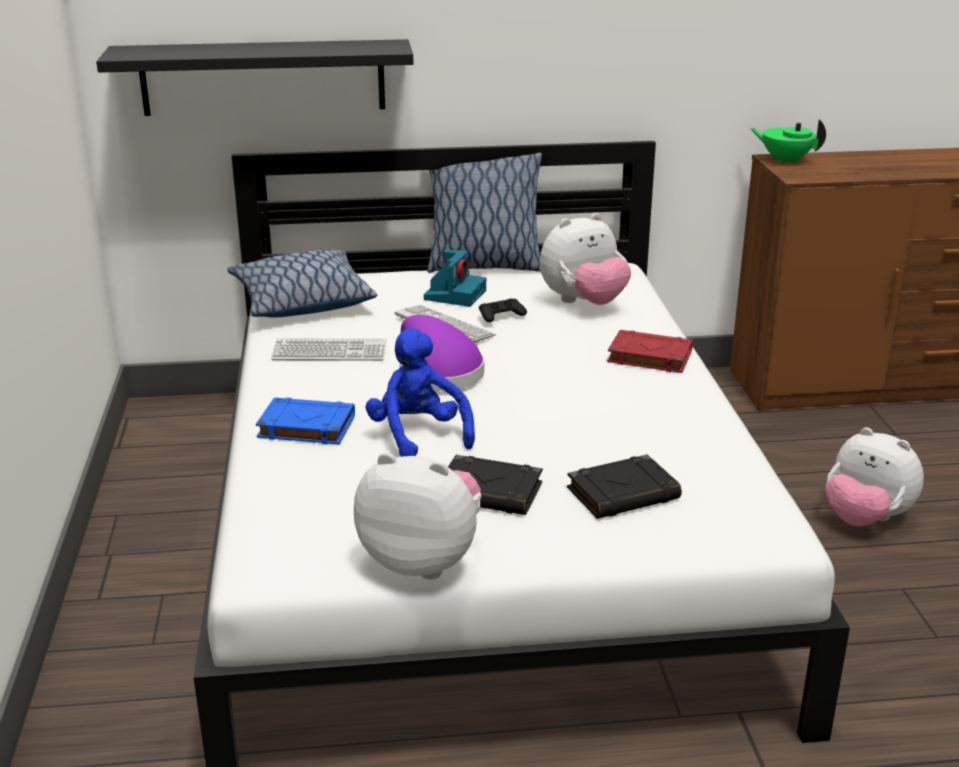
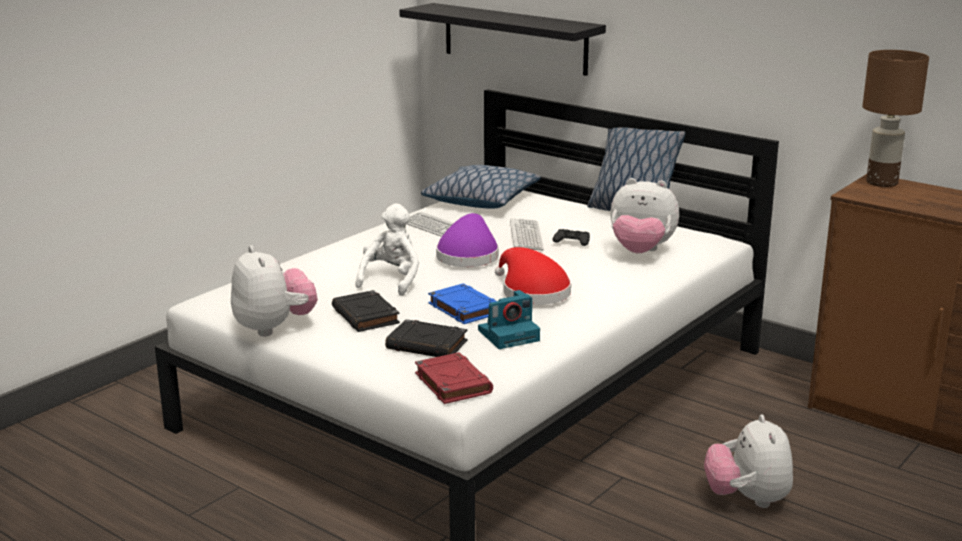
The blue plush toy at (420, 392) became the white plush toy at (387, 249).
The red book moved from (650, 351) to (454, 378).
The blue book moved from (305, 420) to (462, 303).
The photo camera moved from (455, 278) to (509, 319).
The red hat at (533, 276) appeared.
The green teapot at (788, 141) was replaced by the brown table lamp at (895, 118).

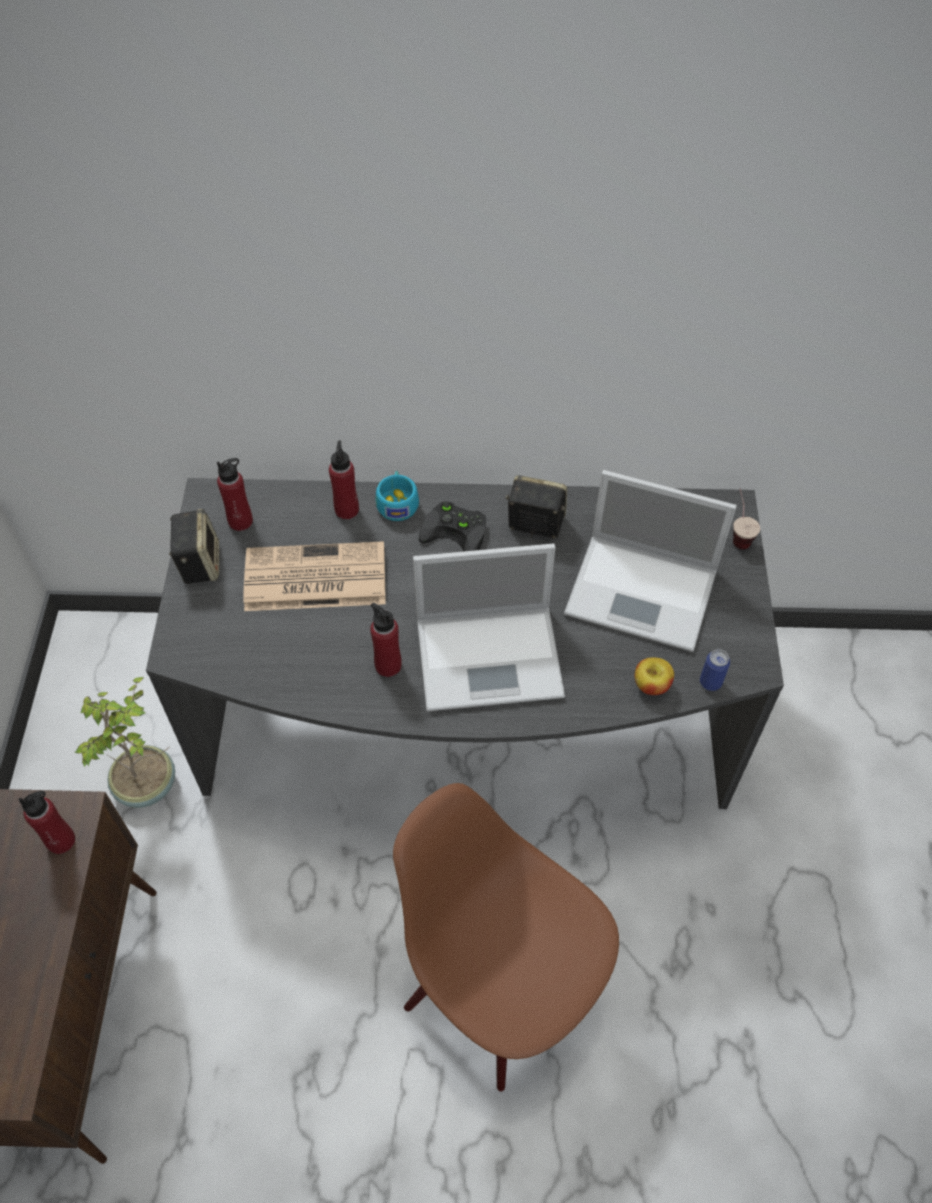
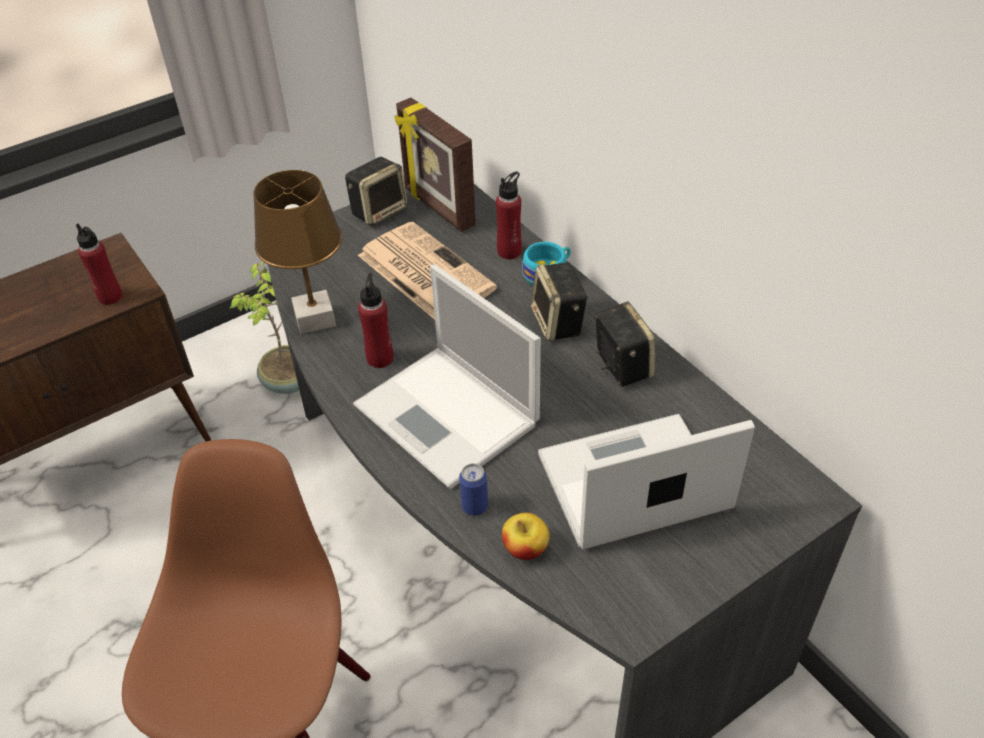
The brown table lamp at (297, 252) appeared.
The red bottle at (235, 494) was replaced by the picture frame at (435, 165).
The can moved from (715, 670) to (473, 489).
The black game controller at (452, 526) was replaced by the speaker at (559, 301).
The laptop at (650, 561) turned 90 degrees clockwise.
The cup at (746, 519) disappeared.

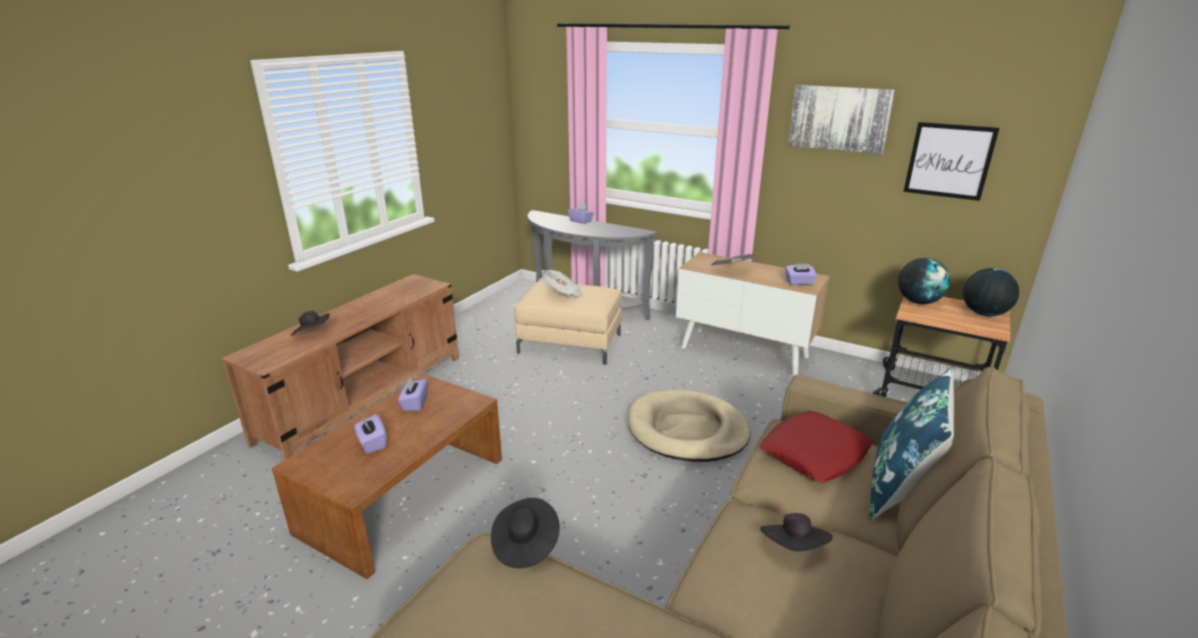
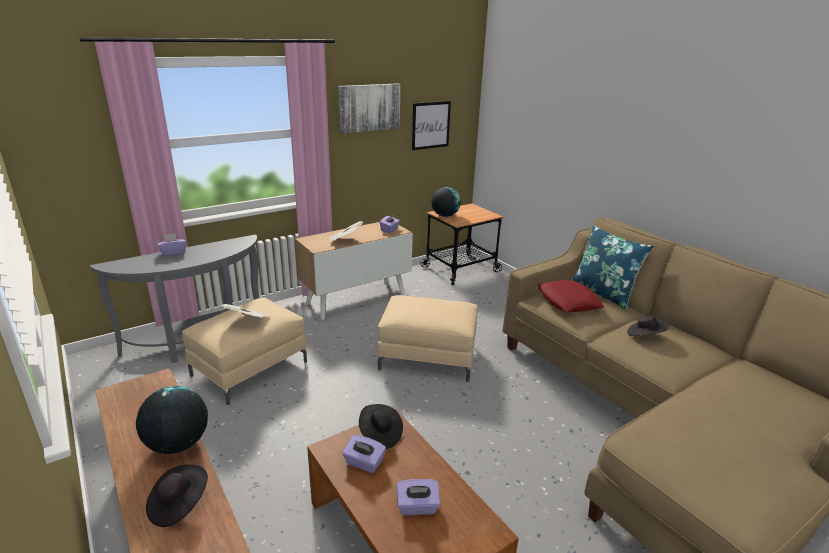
The globe moved from (991, 292) to (172, 420).
The black hat moved from (525, 533) to (381, 426).
The beige dog bed at (689, 425) was replaced by the beige ottoman at (427, 338).

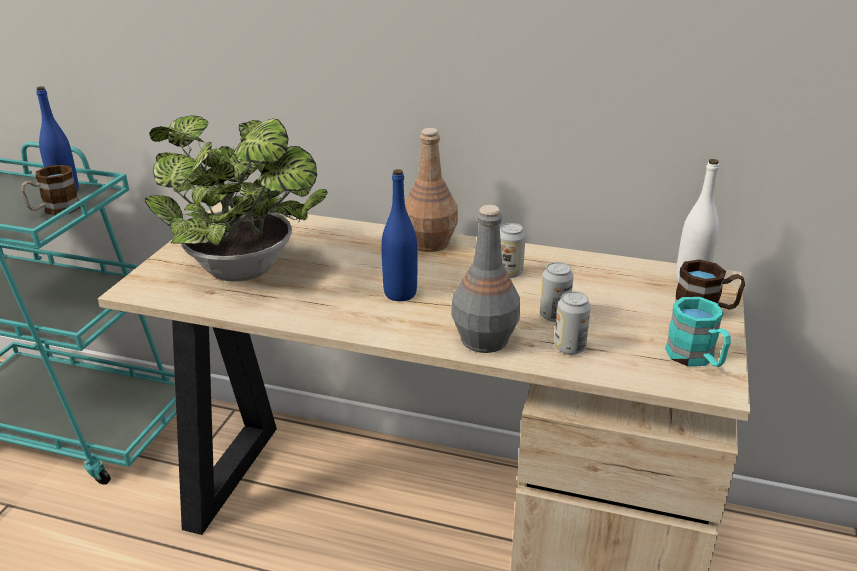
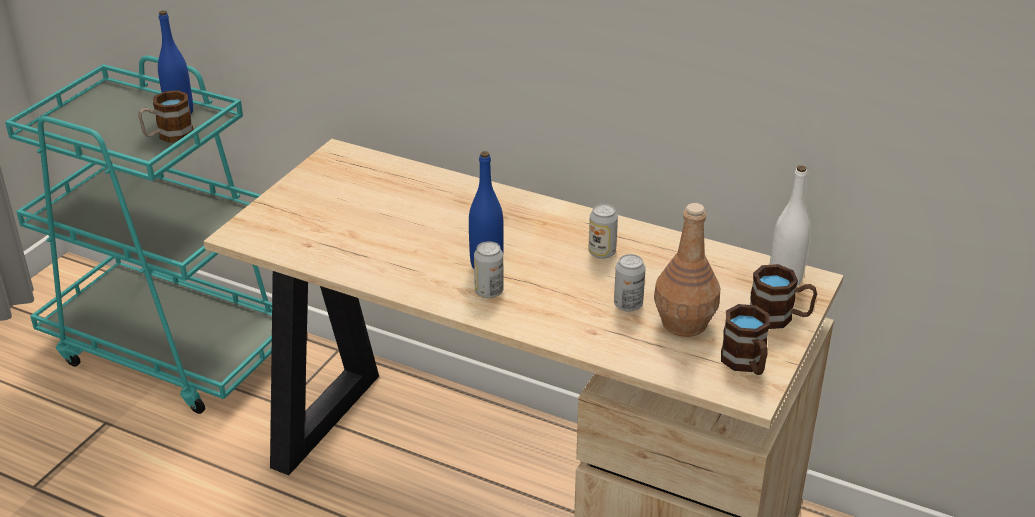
The can moved from (572, 323) to (489, 269).
The brown bottle moved from (431, 190) to (687, 270).
The turquoise mug at (698, 332) became the brown mug at (745, 339).
The potted plant at (236, 198) disappeared.
The grey bottle at (485, 279) disappeared.

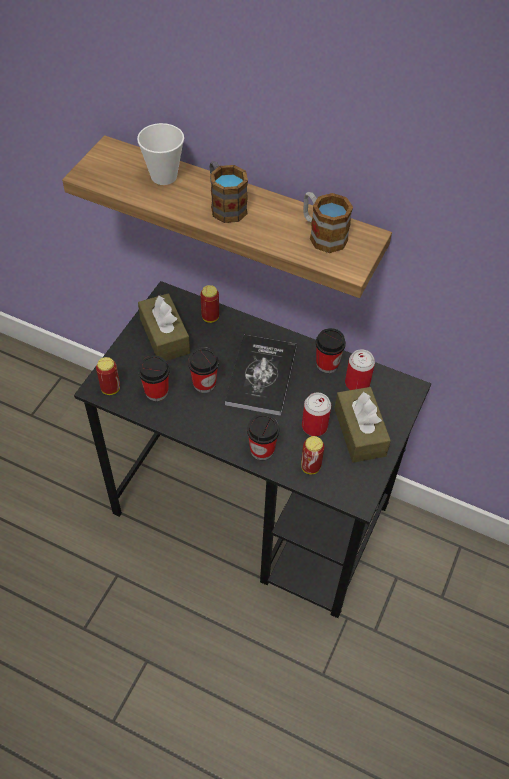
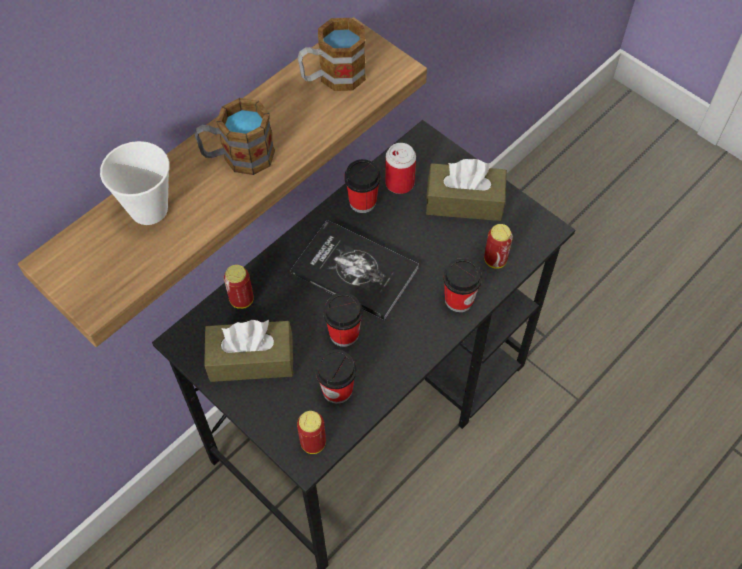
The can at (316, 414) disappeared.

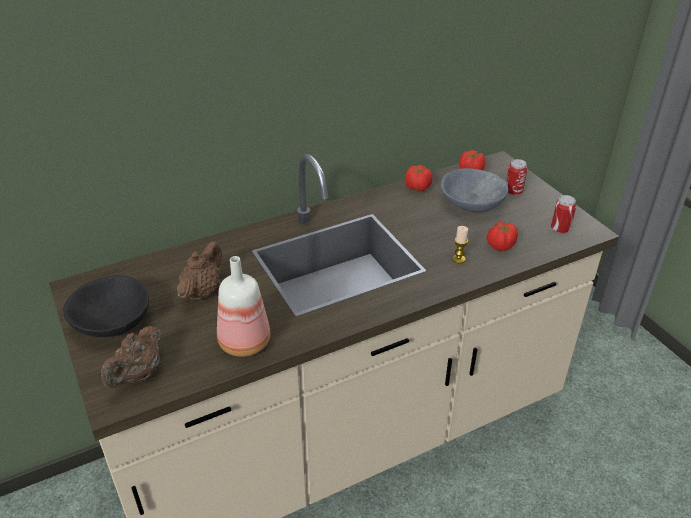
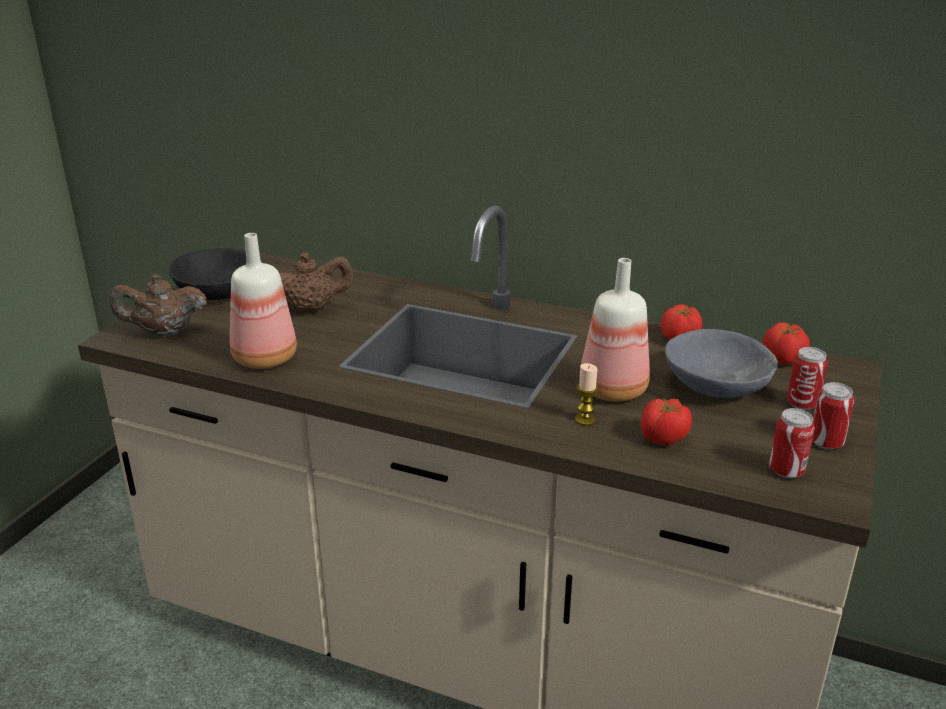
The bottle at (615, 330) appeared.
The can at (833, 416) appeared.

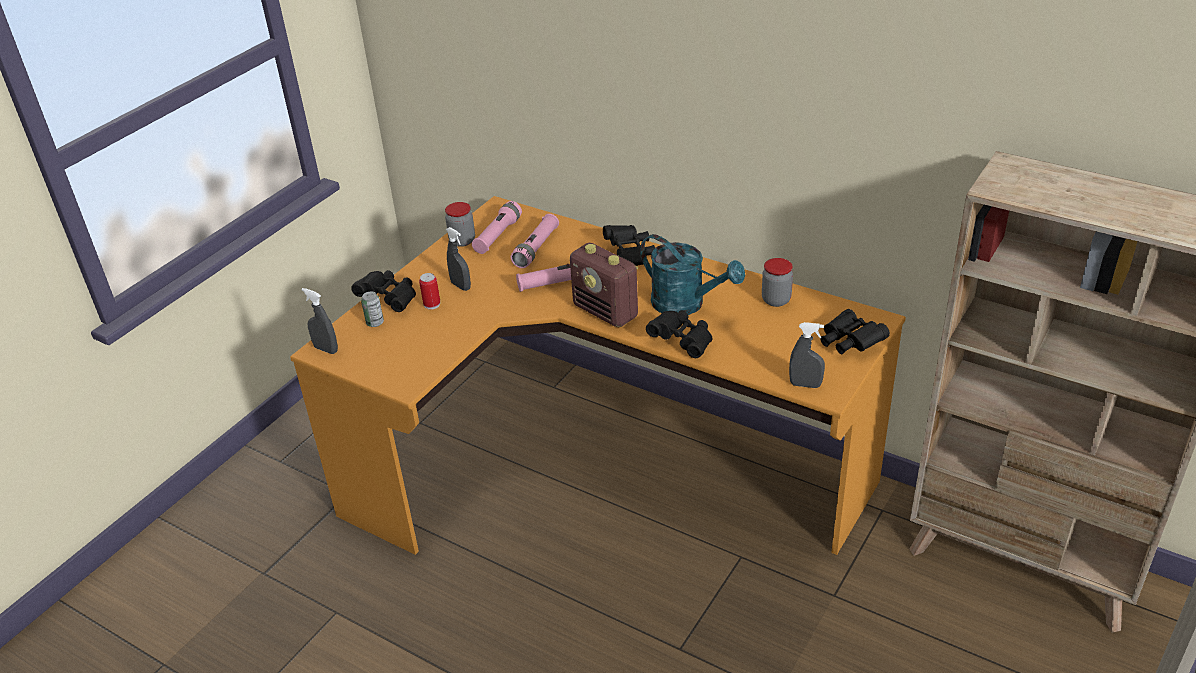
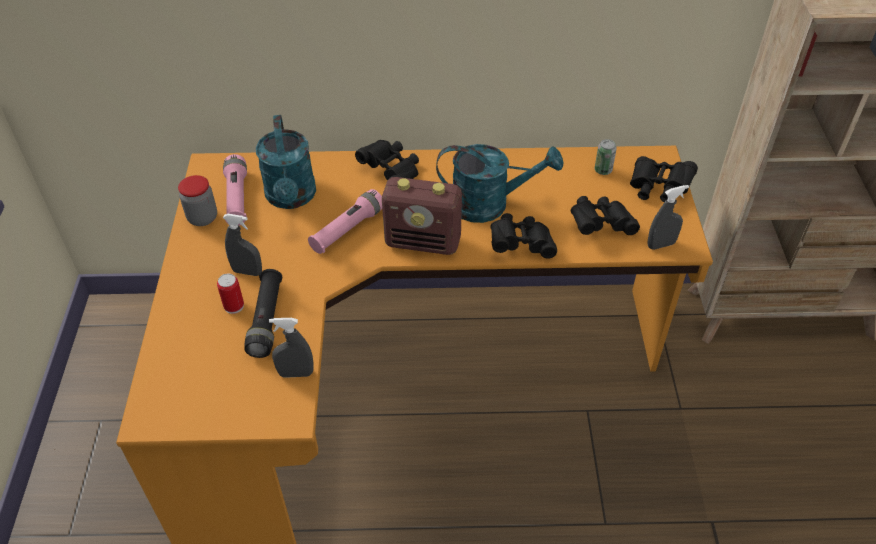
The black flashlight at (263, 313) appeared.
The pink flashlight at (535, 241) was replaced by the turquoise watering can at (286, 162).
The grey spray bottle moved from (319, 321) to (291, 348).
The black binoculars moved from (383, 291) to (605, 215).
The can moved from (372, 309) to (606, 157).
The jar at (777, 282) disappeared.

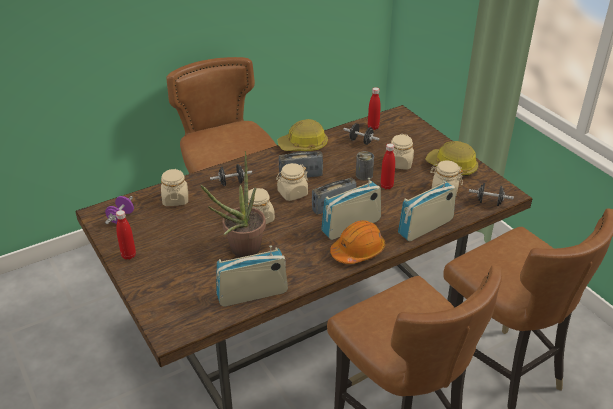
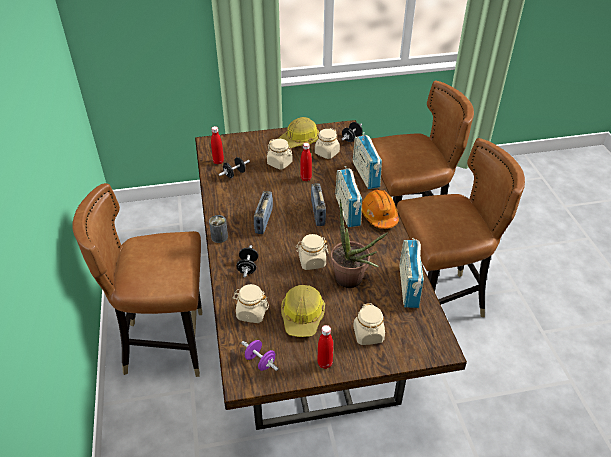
The can moved from (365, 165) to (218, 229).
The hard hat moved from (302, 135) to (303, 311).
The beige jar moved from (292, 182) to (369, 324).

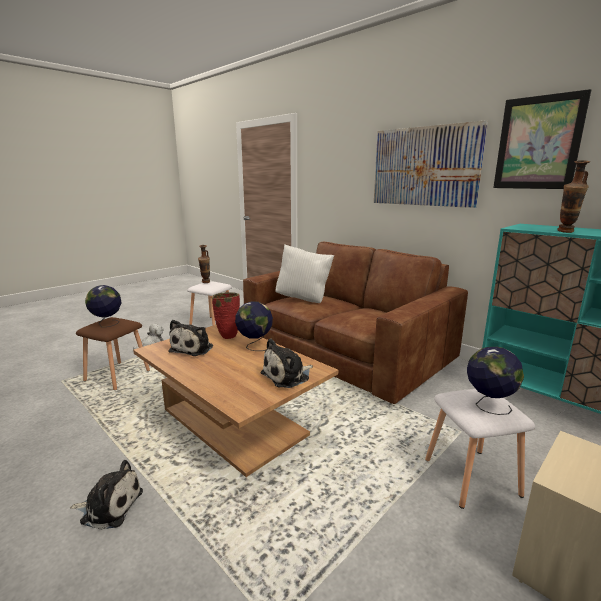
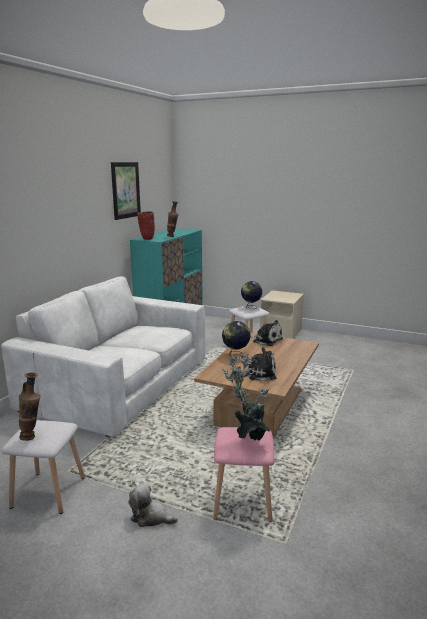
The brown sofa at (355, 323) became the white sofa at (103, 356).
The red vase moved from (226, 315) to (146, 225).
The brown stool at (113, 353) became the pink stool at (244, 474).
The globe at (103, 306) was replaced by the potted plant at (246, 397).
The plush toy at (106, 495) disappeared.
The white pillow at (304, 273) disappeared.
The picture at (431, 164) disappeared.

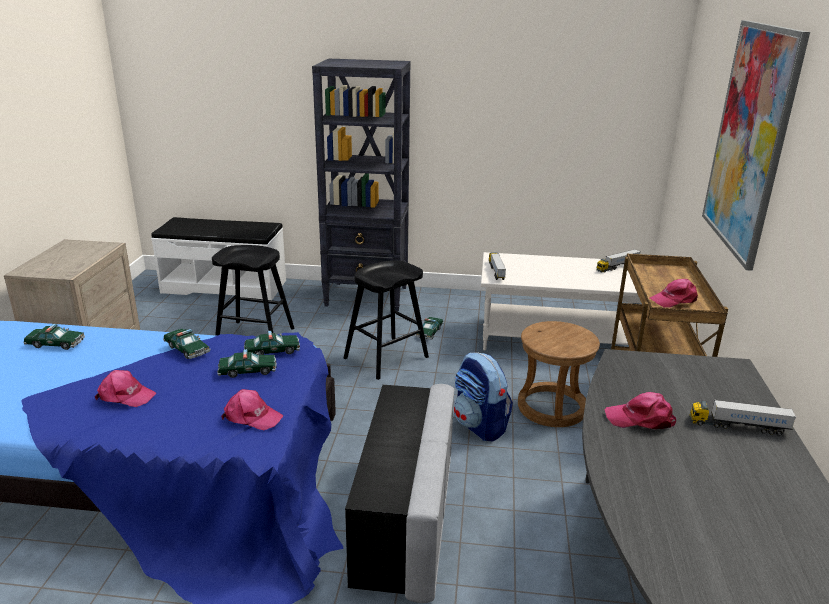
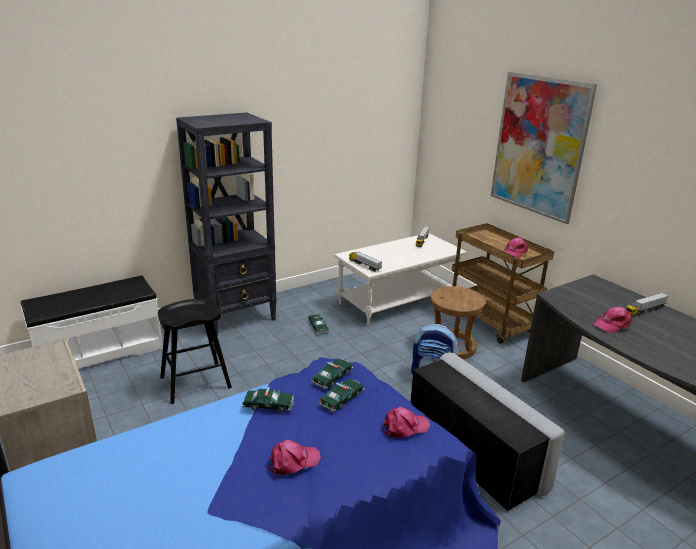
The toy car at (54, 337) disappeared.
The black stool at (386, 320) disappeared.

